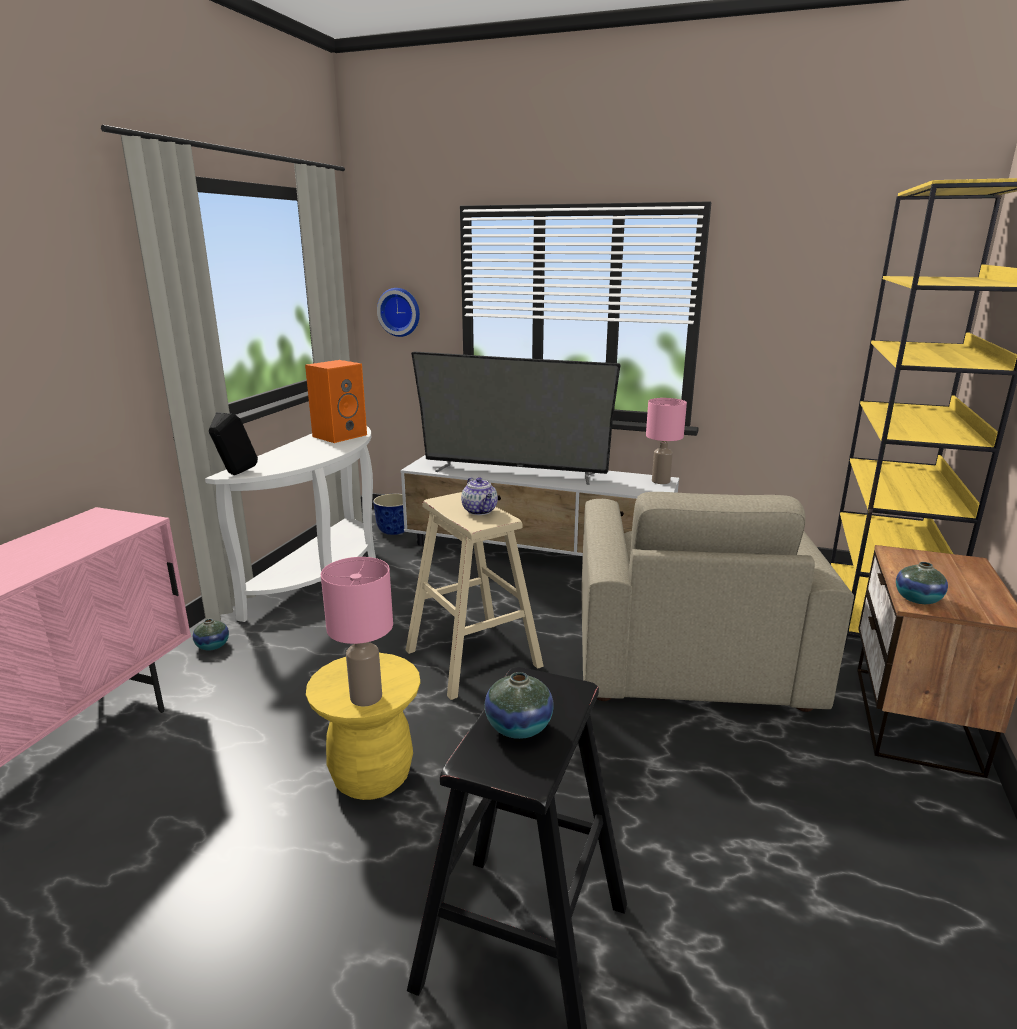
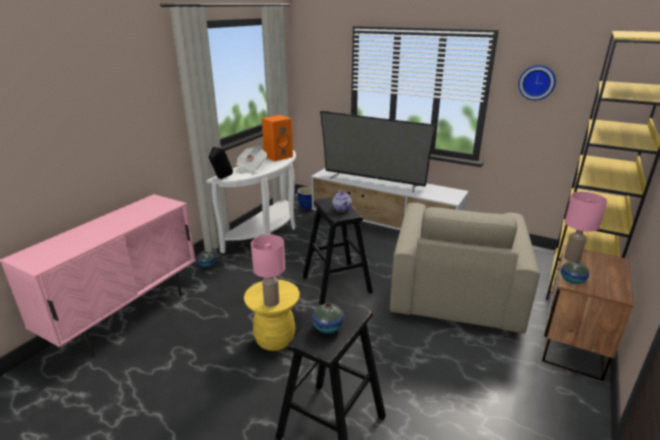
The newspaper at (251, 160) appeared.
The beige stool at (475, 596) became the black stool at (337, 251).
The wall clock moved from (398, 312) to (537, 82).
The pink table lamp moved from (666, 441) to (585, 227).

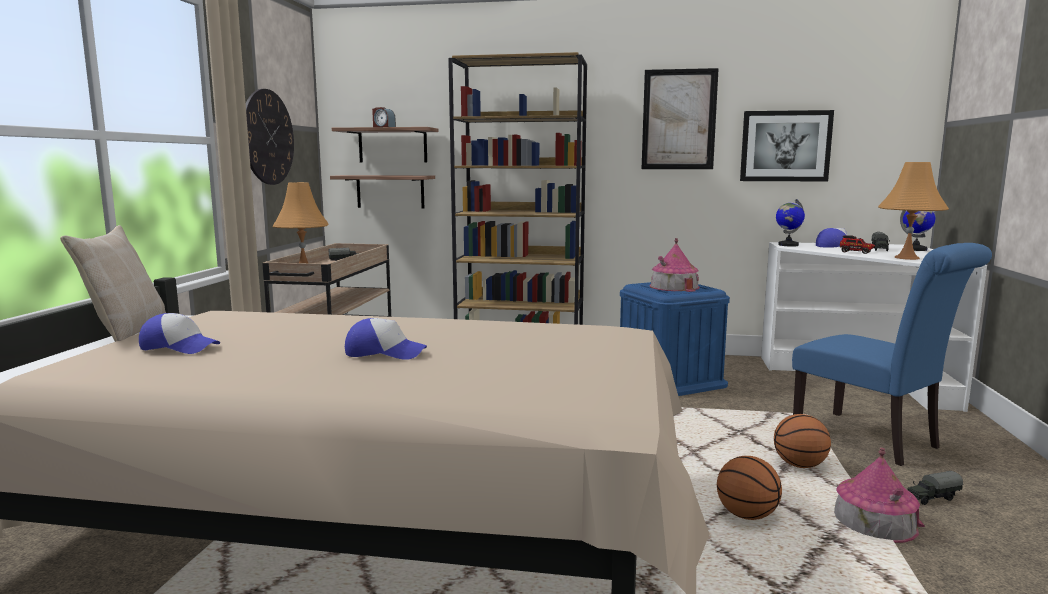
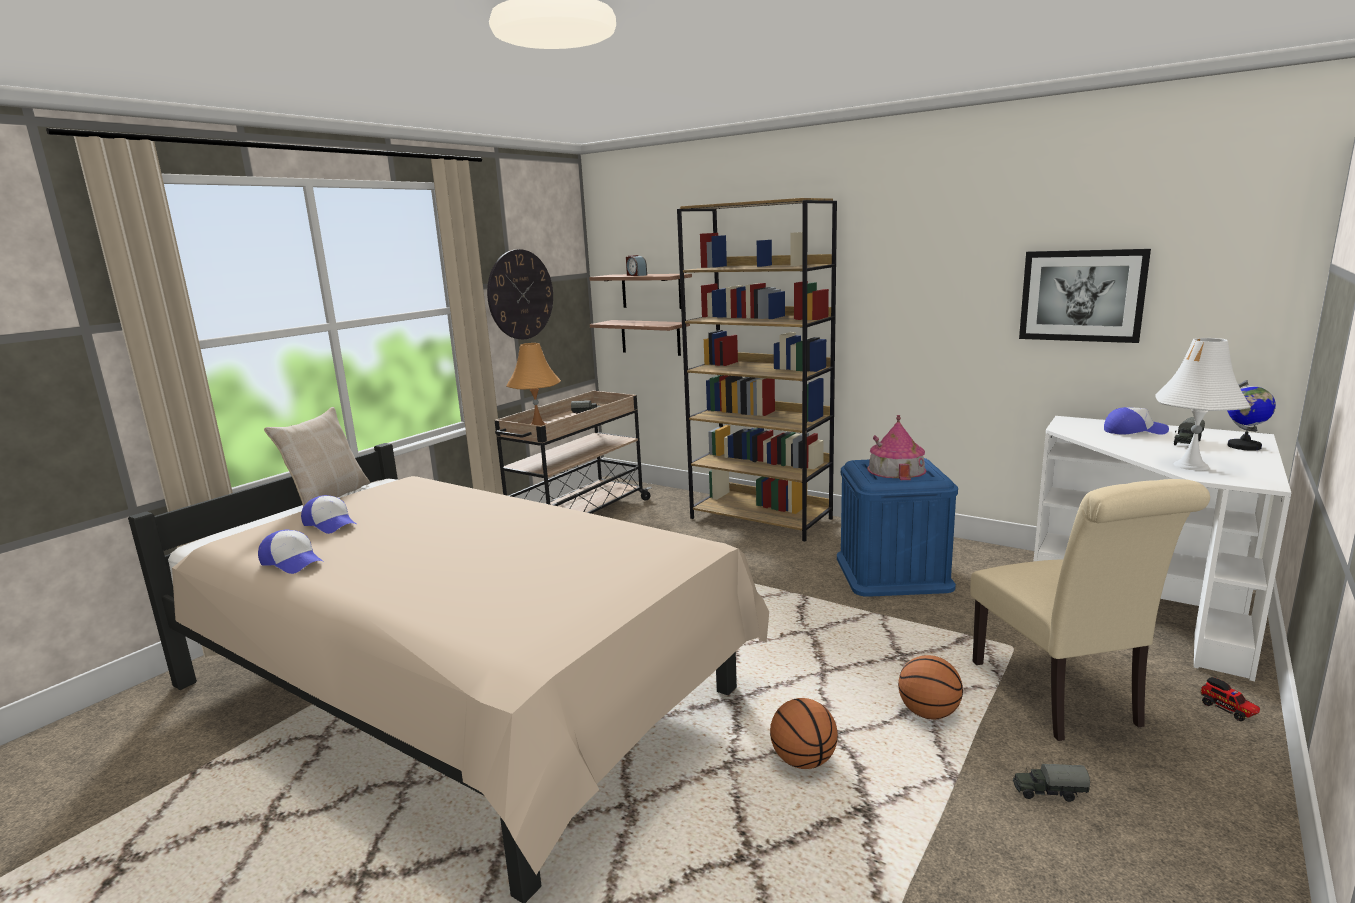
The cap moved from (386, 339) to (290, 552).
The blue chair at (892, 354) became the beige chair at (1090, 610).
The orange table lamp at (913, 211) became the white table lamp at (1202, 404).
The toy truck moved from (857, 244) to (1230, 699).
The picture at (680, 118) disappeared.
The globe at (790, 222) disappeared.
The toy house at (879, 495) disappeared.

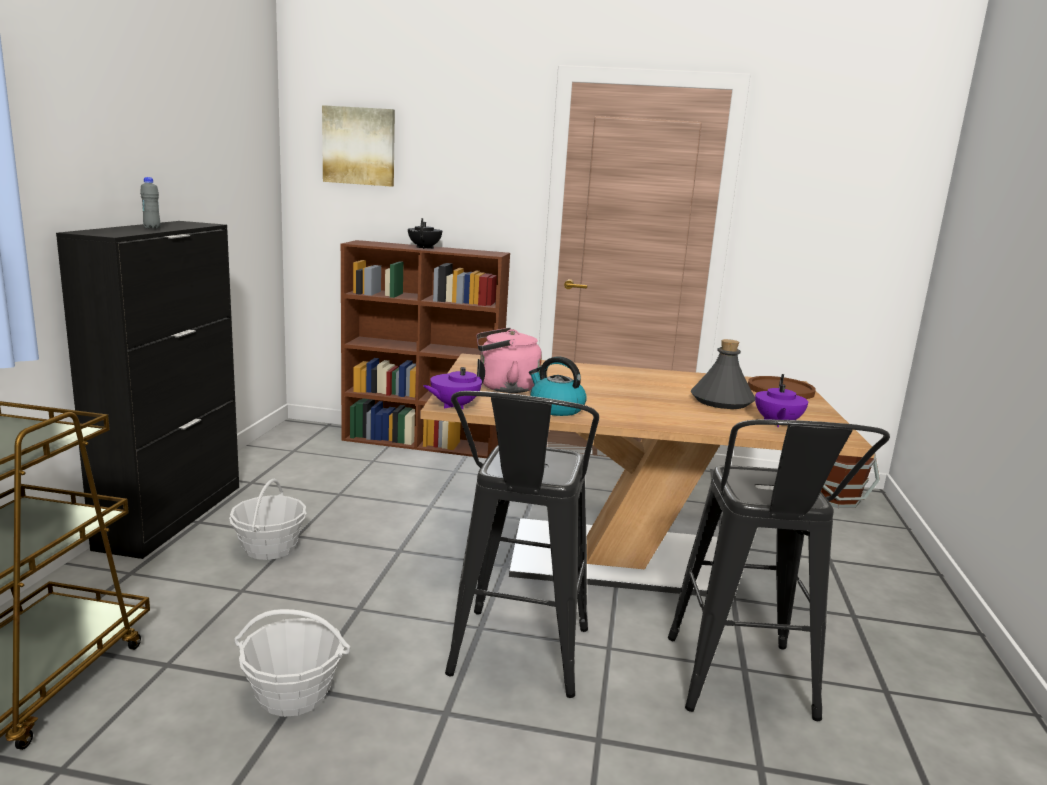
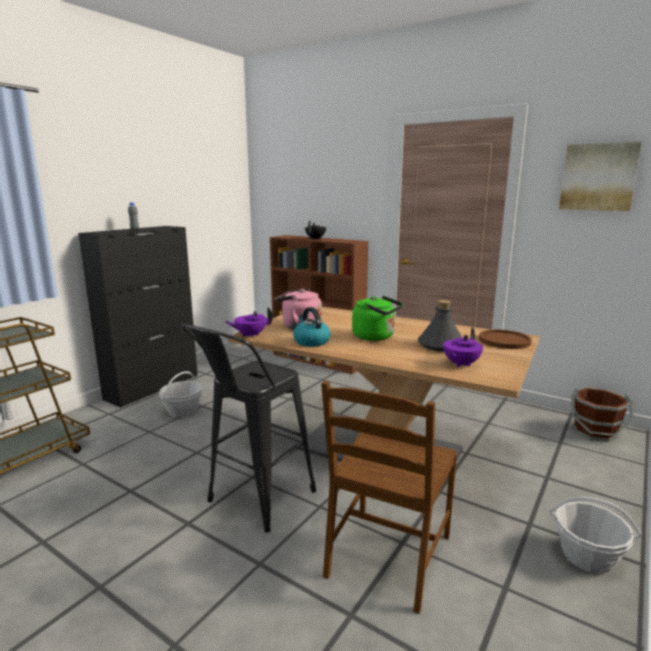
The black stool at (779, 570) was replaced by the brown chair at (389, 497).
The green kettle at (377, 318) appeared.
The basket moved from (292, 663) to (596, 535).
The picture moved from (358, 146) to (600, 176).

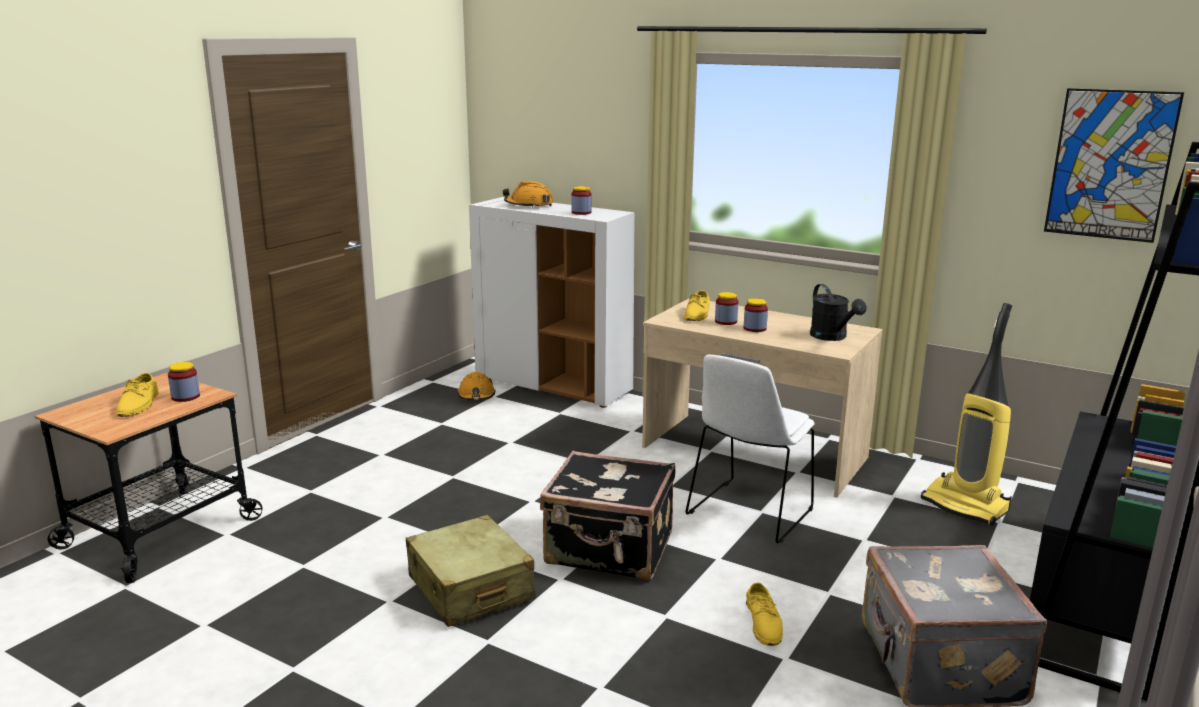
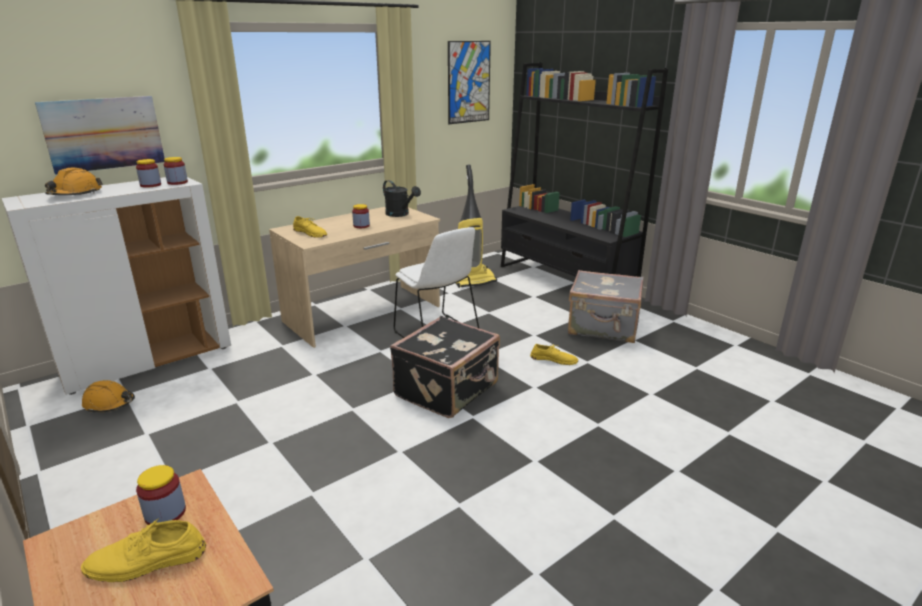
The picture at (100, 135) appeared.
The yellow shoe at (137, 395) turned 150 degrees clockwise.
The jar moved from (726, 308) to (176, 171).
The black watering can at (838, 312) turned 45 degrees clockwise.
The beige suitcase at (471, 571) disappeared.

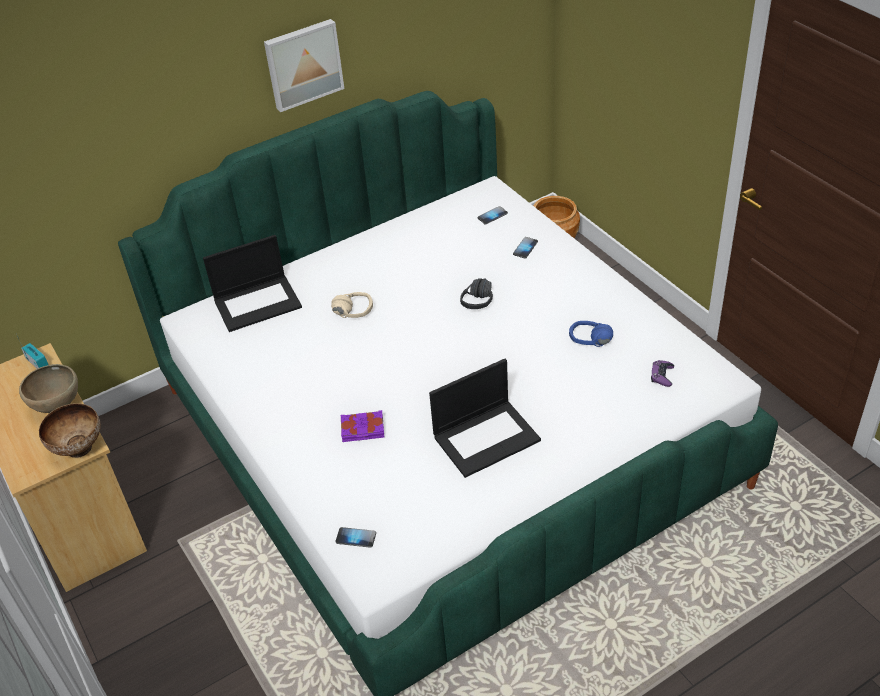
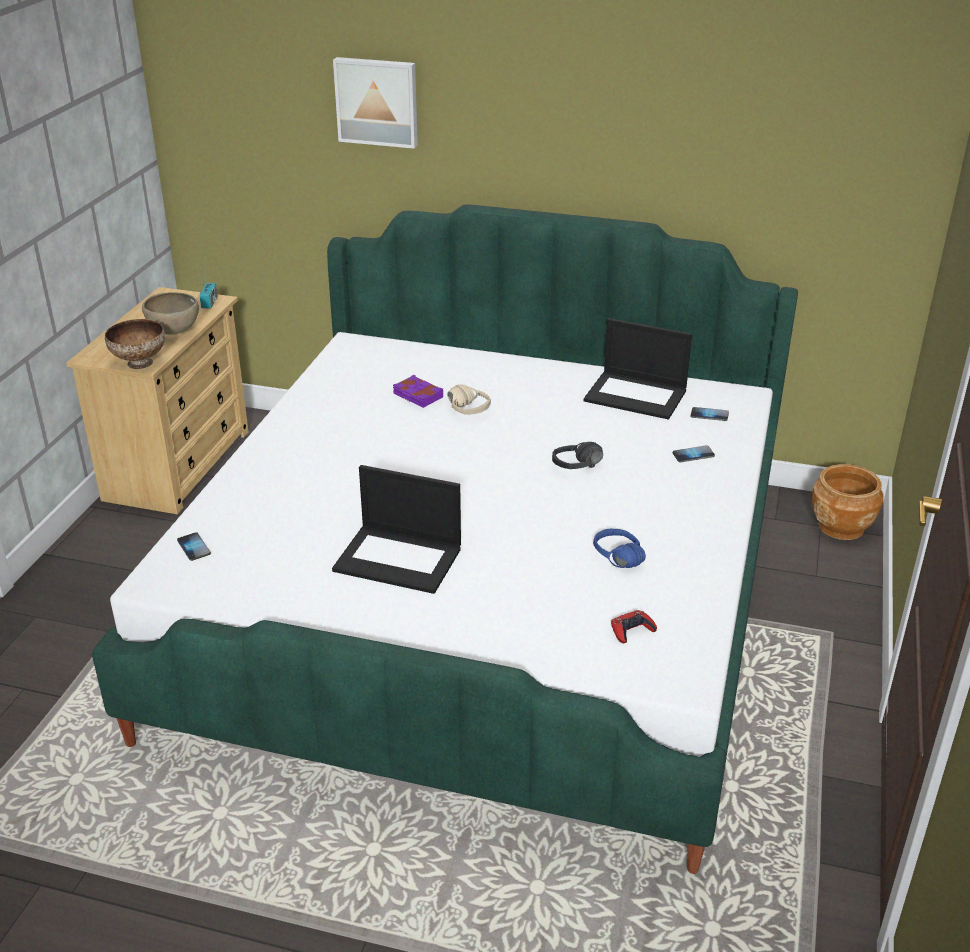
The picture moved from (304, 65) to (375, 103).
The purple book moved from (362, 426) to (418, 391).
The laptop moved from (252, 283) to (638, 368).
The purple game controller at (662, 373) became the red game controller at (634, 626).

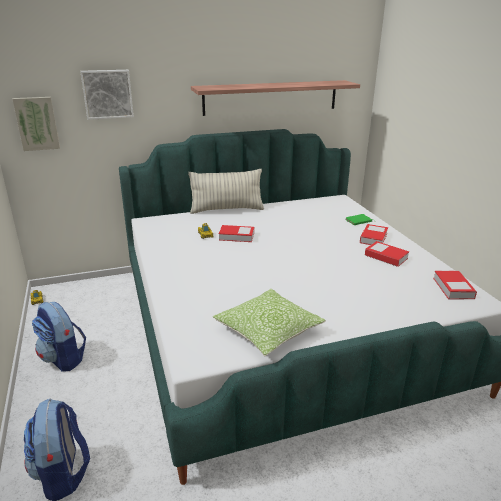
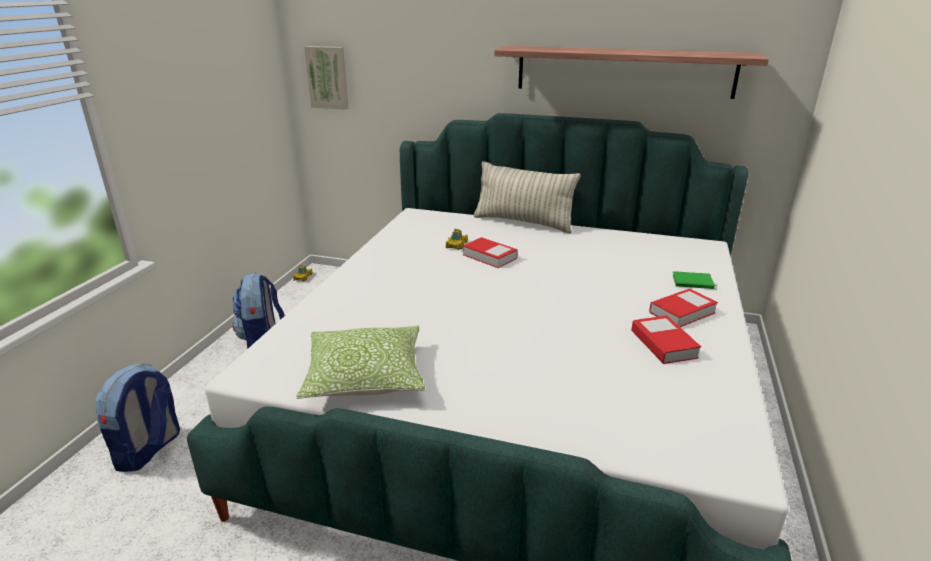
The picture at (107, 95) disappeared.
The book at (455, 285) disappeared.

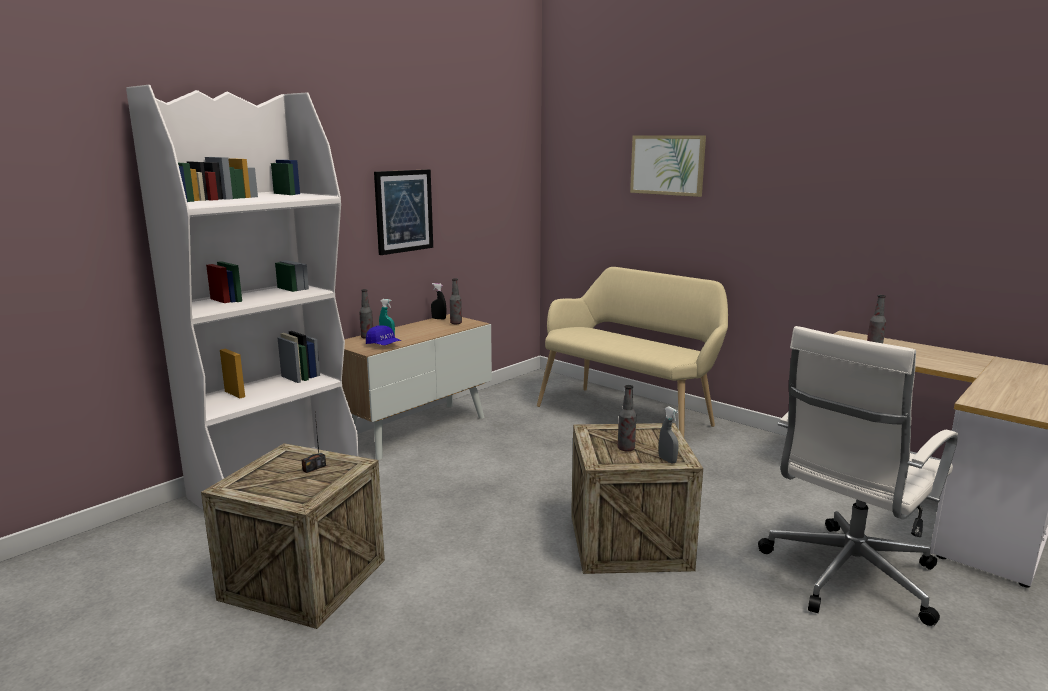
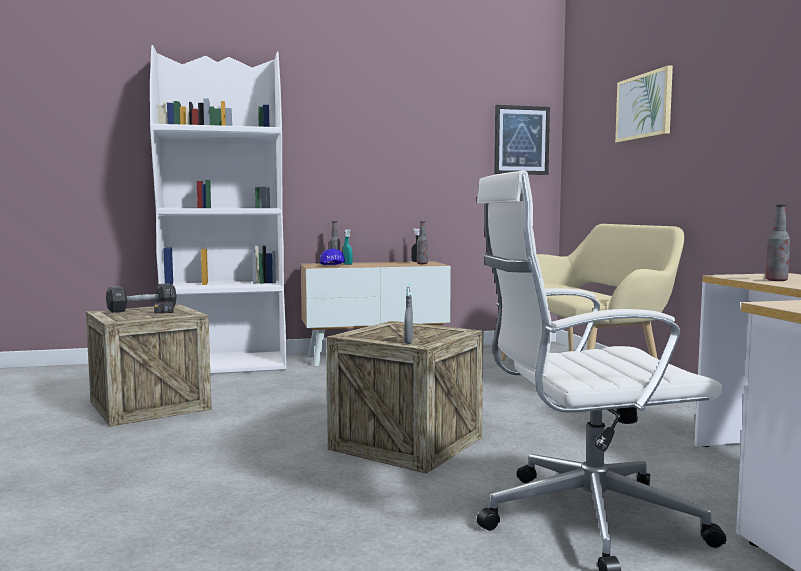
The black dumbbell at (141, 298) appeared.
The picture moved from (403, 212) to (522, 140).
The bottle at (627, 418) disappeared.

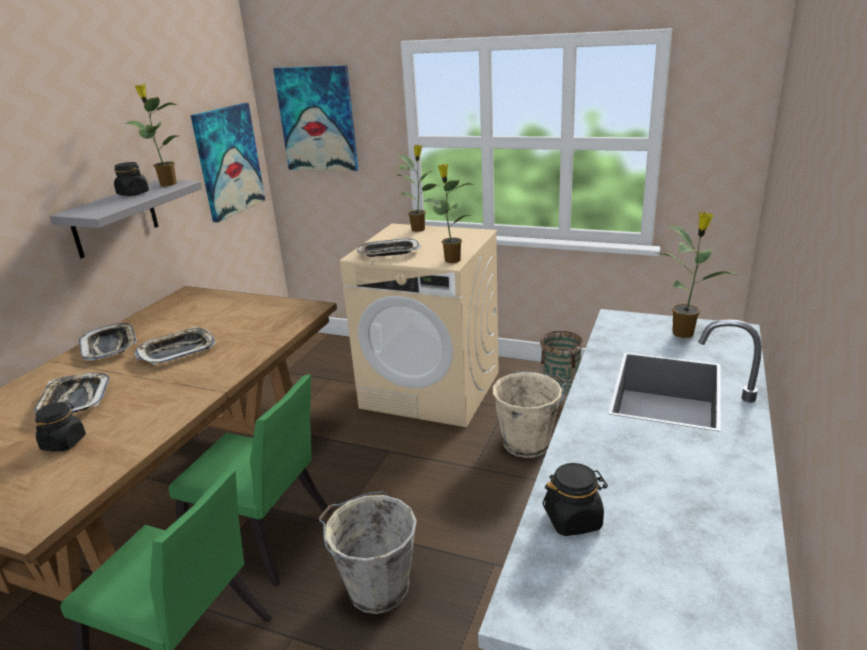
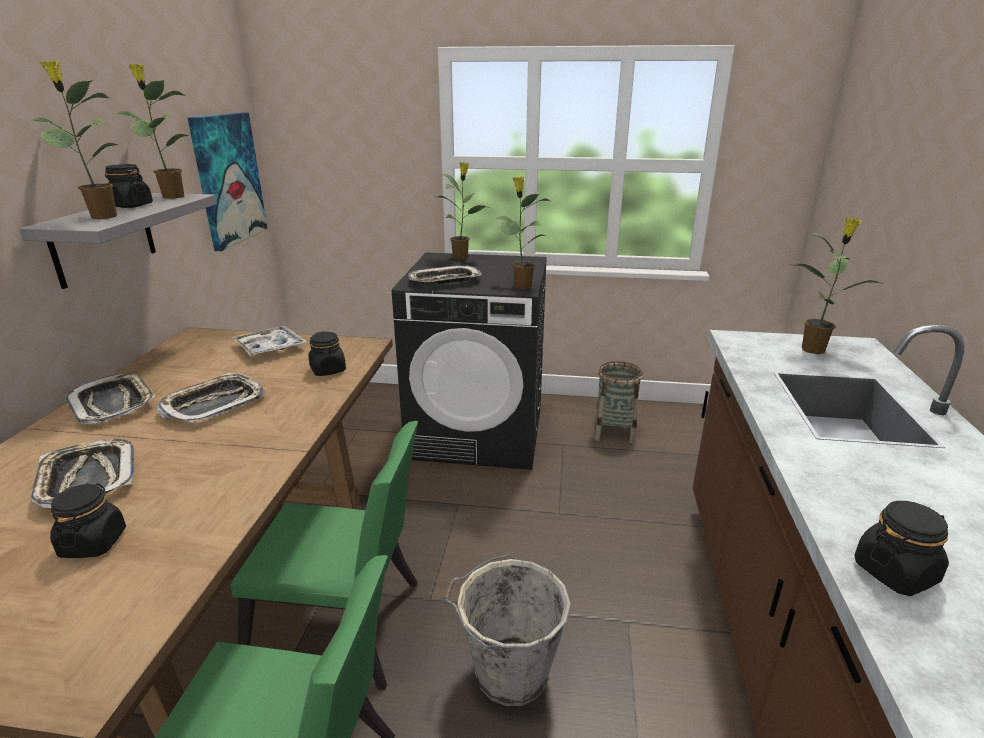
The potted plant at (74, 139) appeared.
The tray at (270, 341) appeared.
The black jar at (327, 353) appeared.
The beige washing machine at (419, 325) became the black washing machine at (469, 361).
The picture at (315, 118) disappeared.
The beige bucket at (529, 414) disappeared.

